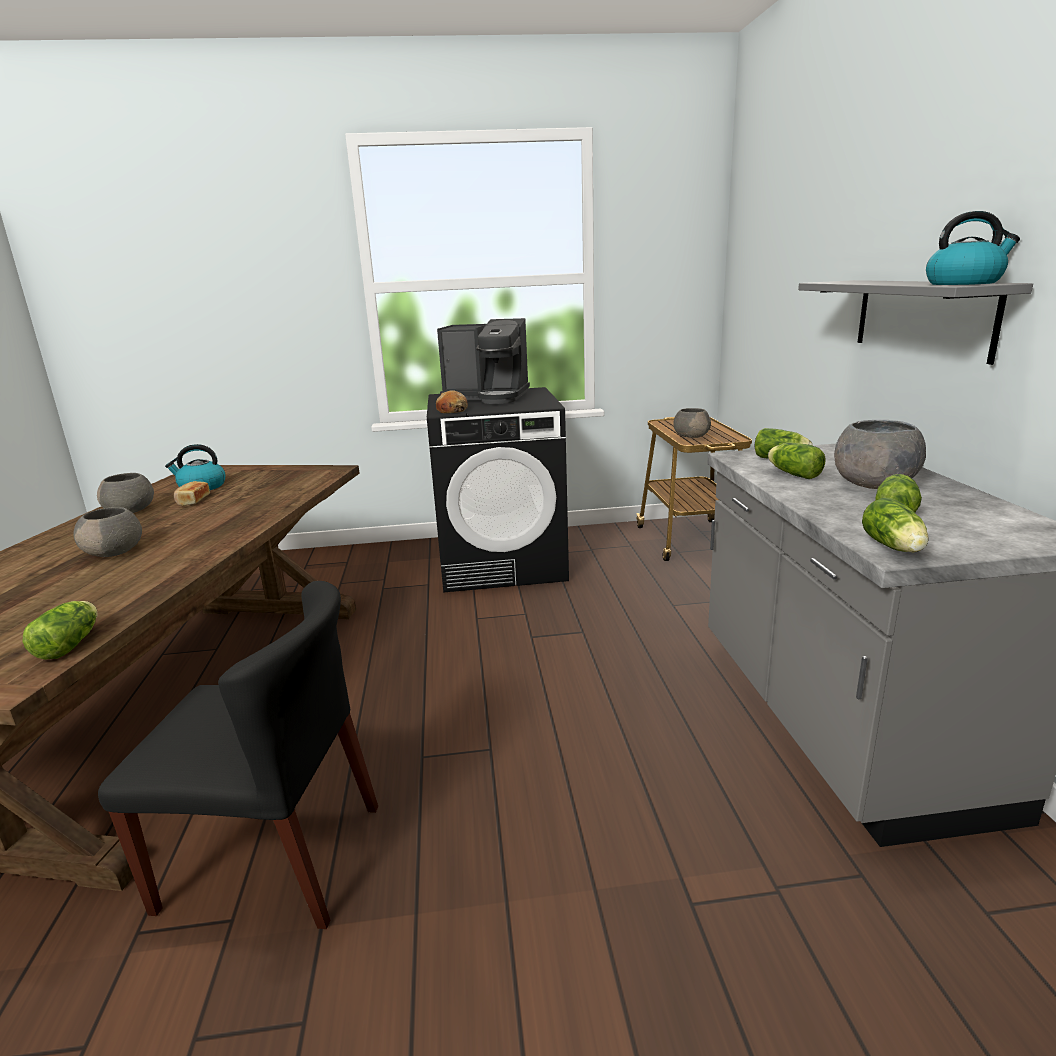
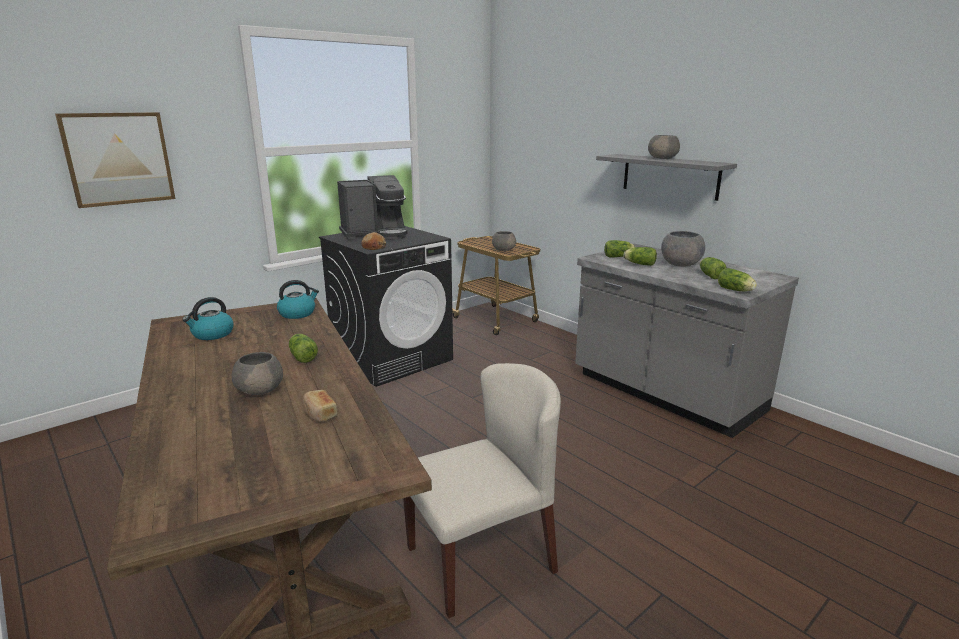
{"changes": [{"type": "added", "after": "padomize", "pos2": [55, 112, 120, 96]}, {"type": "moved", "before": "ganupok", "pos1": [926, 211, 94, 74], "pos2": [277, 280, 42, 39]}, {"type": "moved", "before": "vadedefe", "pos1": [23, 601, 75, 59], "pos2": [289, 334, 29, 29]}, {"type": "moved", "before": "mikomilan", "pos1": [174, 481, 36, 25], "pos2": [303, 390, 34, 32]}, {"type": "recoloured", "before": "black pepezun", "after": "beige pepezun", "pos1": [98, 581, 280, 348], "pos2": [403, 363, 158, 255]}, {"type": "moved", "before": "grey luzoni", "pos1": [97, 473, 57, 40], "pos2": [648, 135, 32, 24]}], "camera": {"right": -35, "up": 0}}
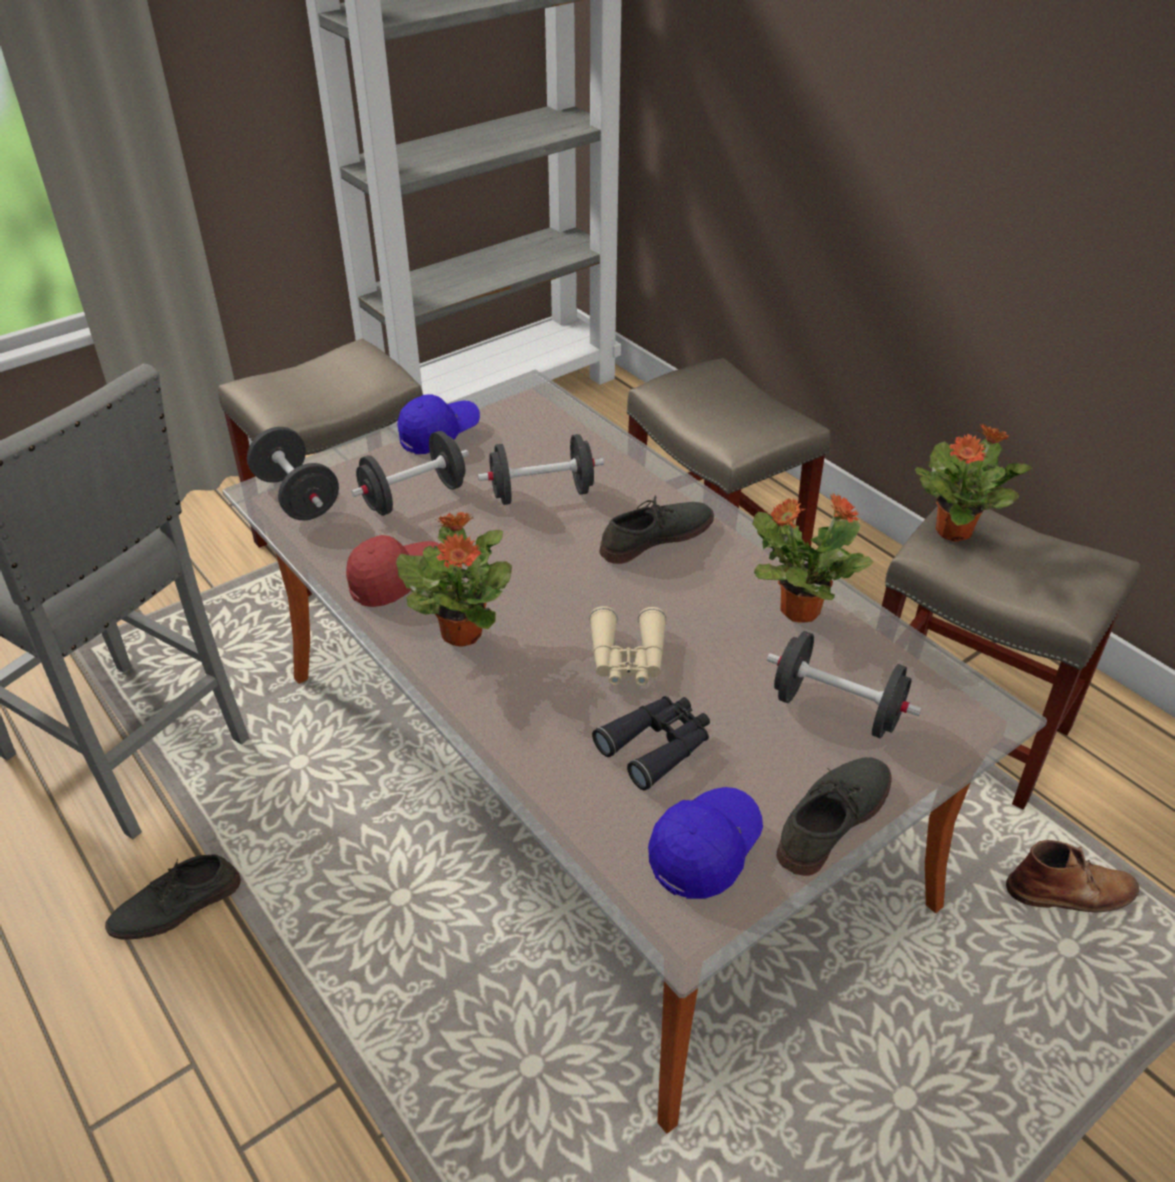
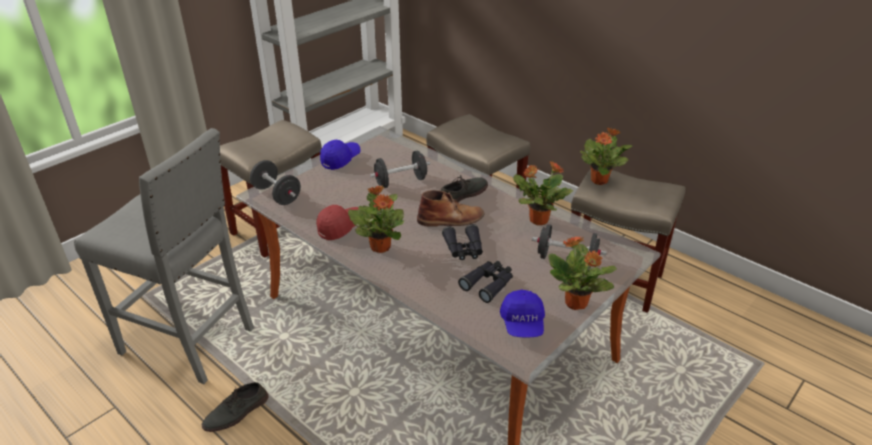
{"changes": [{"type": "moved", "before": "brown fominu", "pos1": [1006, 840, 133, 72], "pos2": [417, 190, 68, 37]}, {"type": "recoloured", "before": "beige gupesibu", "after": "black gupesibu", "pos1": [589, 606, 77, 80], "pos2": [442, 224, 41, 36]}, {"type": "turned", "before": "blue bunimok", "pos1": [648, 787, 115, 112], "pos2": [500, 289, 45, 48], "turn": 150}, {"type": "replaced", "before": "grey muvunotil", "after": "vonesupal", "pos1": [777, 757, 115, 119], "pos2": [548, 237, 69, 73]}, {"type": "removed", "before": "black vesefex", "pos1": [351, 431, 118, 85]}], "camera": {"right": -10, "up": -5}}
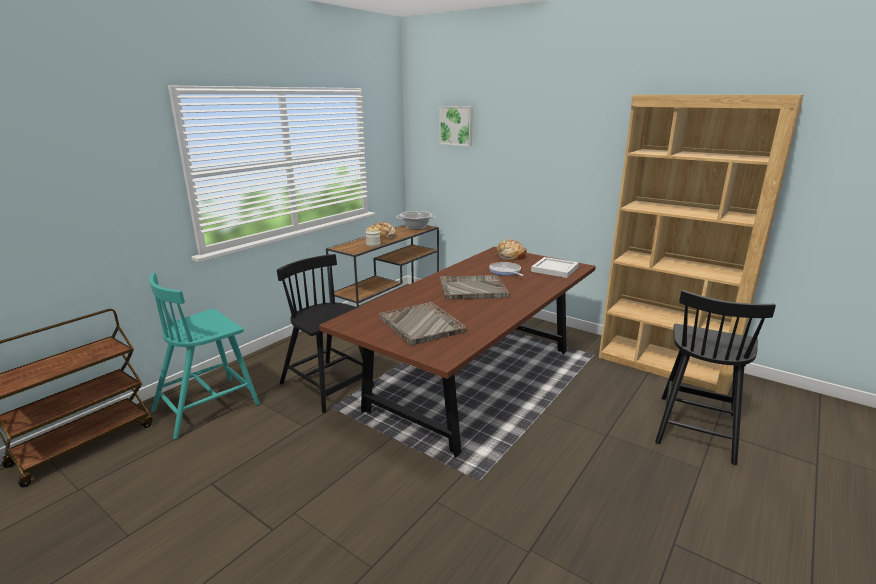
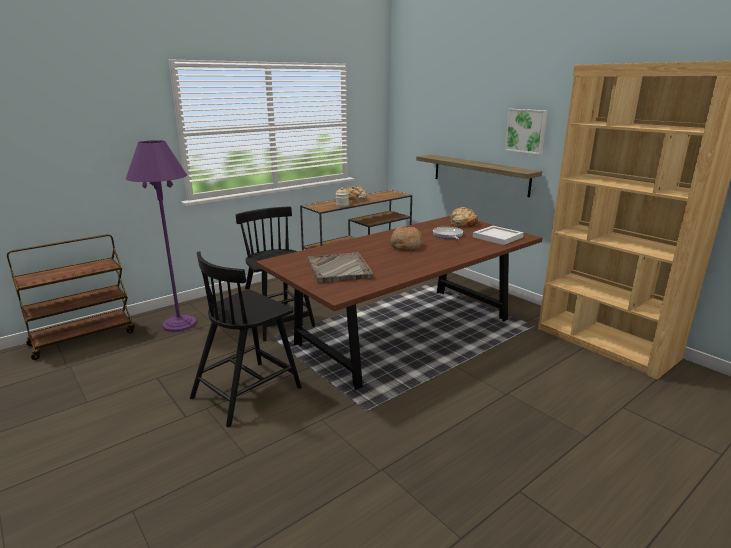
{"changes": [{"type": "replaced", "before": "turquoise pepezun", "after": "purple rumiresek", "pos1": [149, 273, 111, 166], "pos2": [126, 140, 70, 192]}, {"type": "moved", "before": "black pepezun", "pos1": [655, 290, 121, 175], "pos2": [190, 251, 111, 176]}, {"type": "replaced", "before": "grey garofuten", "after": "mikomilan", "pos1": [440, 275, 69, 25], "pos2": [390, 226, 32, 25]}, {"type": "added", "after": "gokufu", "pos2": [416, 155, 126, 42]}, {"type": "moved", "before": "padomize", "pos1": [439, 106, 34, 40], "pos2": [505, 109, 43, 45]}, {"type": "removed", "before": "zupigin", "pos1": [396, 211, 40, 19]}], "camera": {"right": 15, "up": 0}}
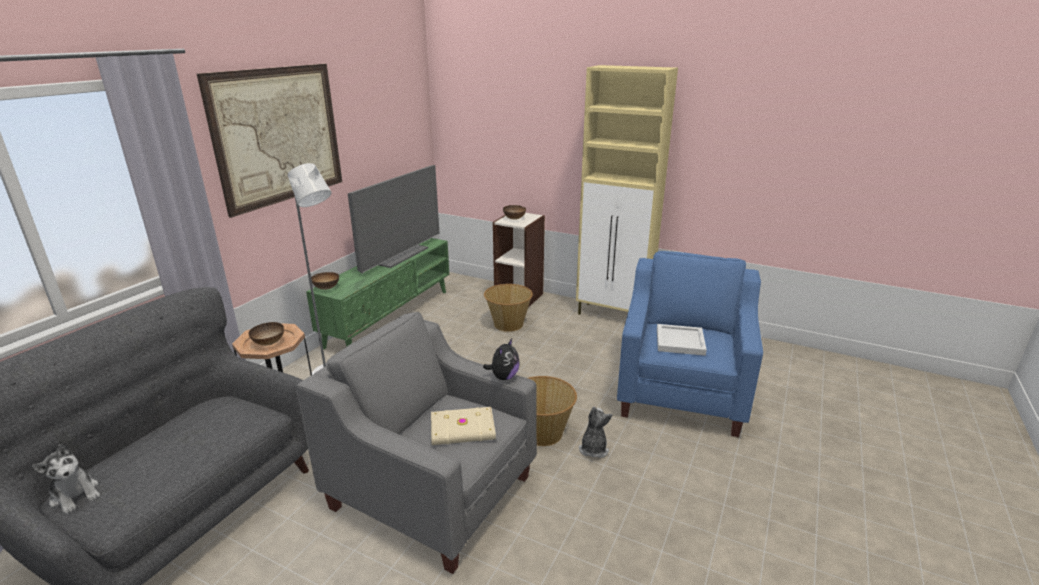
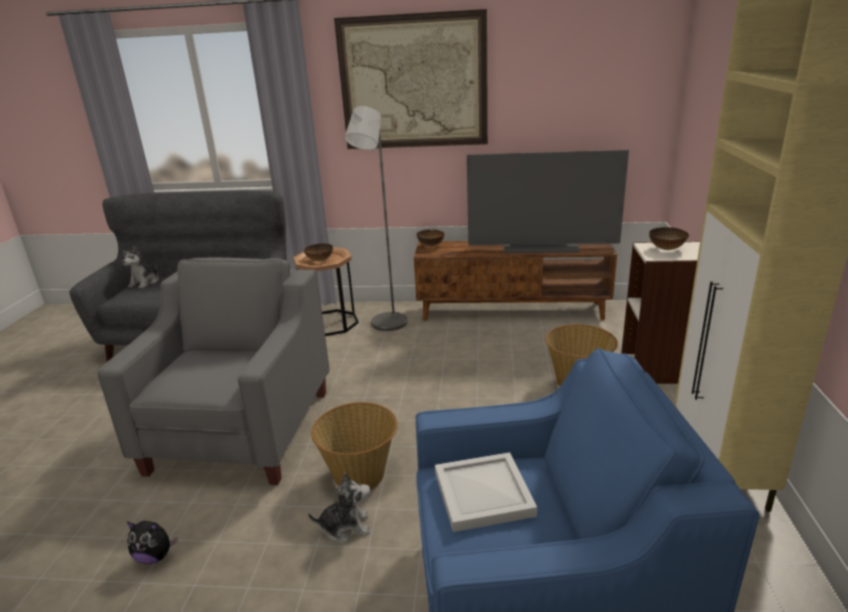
{"changes": [{"type": "moved", "before": "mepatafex", "pos1": [483, 339, 36, 41], "pos2": [126, 521, 51, 43]}, {"type": "recoloured", "before": "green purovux", "after": "brown purovux", "pos1": [306, 238, 143, 111], "pos2": [414, 241, 203, 80]}, {"type": "removed", "before": "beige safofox", "pos1": [431, 407, 65, 38]}], "camera": {"right": 70, "up": 0}}
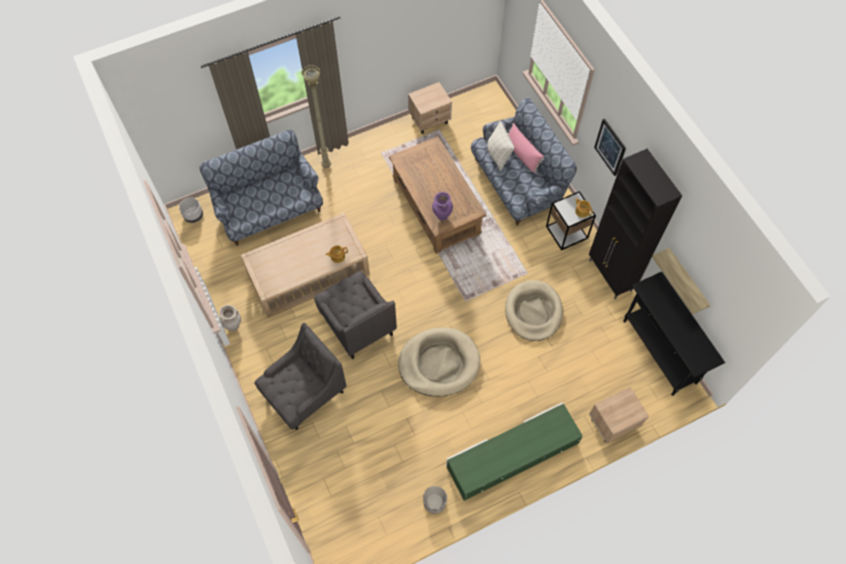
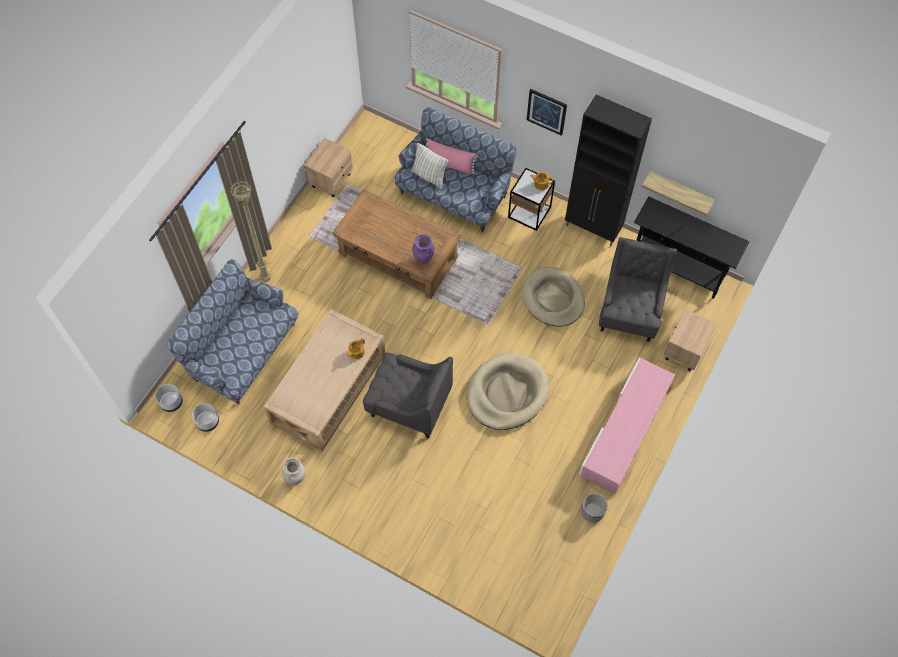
{"changes": [{"type": "added", "after": "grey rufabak", "pos2": [192, 403, 27, 29]}, {"type": "recoloured", "before": "green purovux", "after": "pink purovux", "pos1": [446, 402, 137, 99], "pos2": [579, 357, 96, 137]}, {"type": "moved", "before": "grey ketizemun", "pos1": [254, 323, 93, 107], "pos2": [599, 237, 78, 105]}], "camera": {"right": -35, "up": 0}}
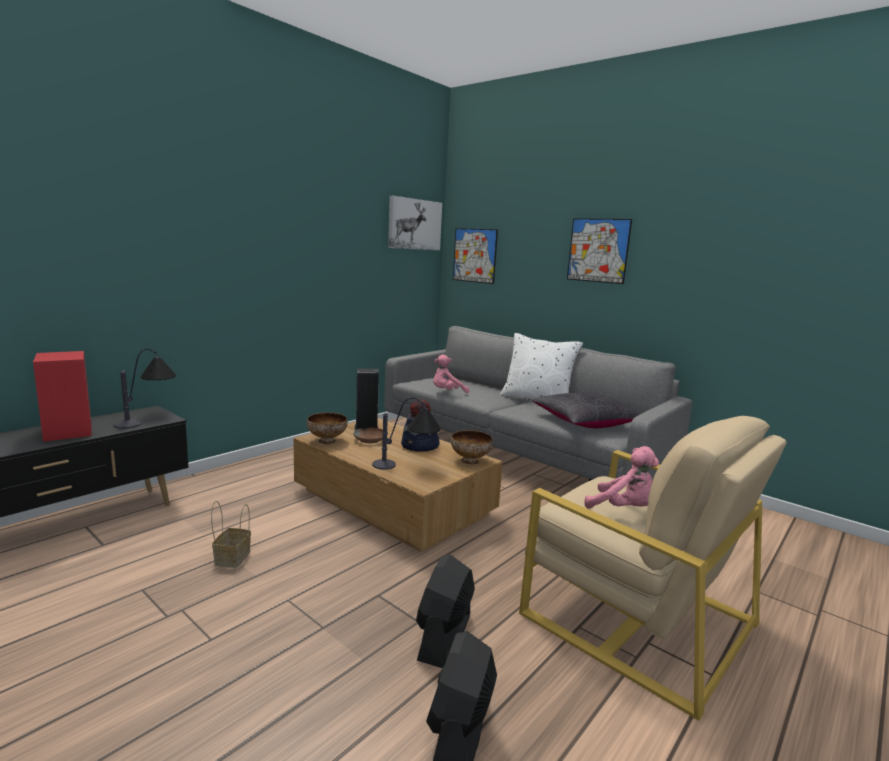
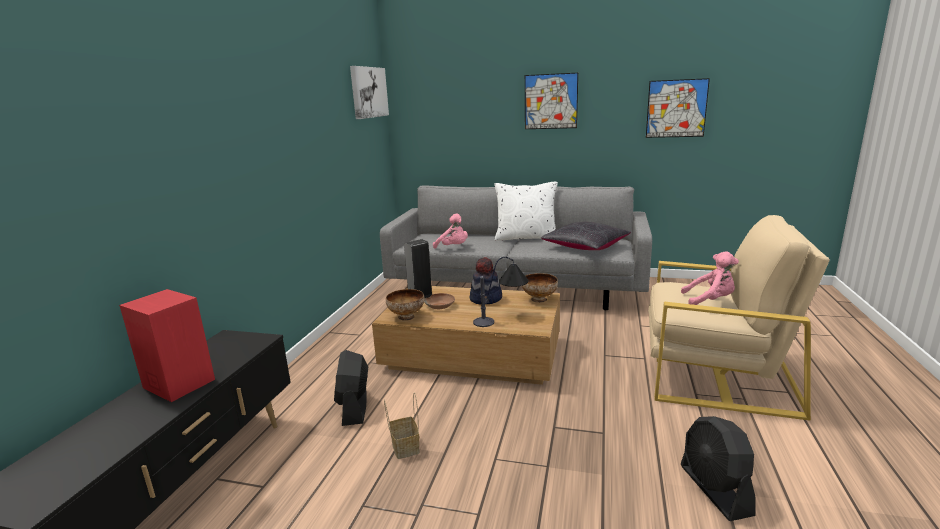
{"changes": [{"type": "moved", "before": "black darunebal", "pos1": [416, 555, 59, 113], "pos2": [334, 350, 34, 76]}, {"type": "turned", "before": "pink mepatafex", "pos1": [433, 354, 36, 39], "pos2": [433, 214, 35, 35], "turn": -90}, {"type": "moved", "before": "padomize", "pos1": [453, 228, 45, 56], "pos2": [646, 78, 64, 60]}, {"type": "removed", "before": "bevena", "pos1": [114, 349, 62, 80]}], "camera": {"right": -25, "up": 5}}
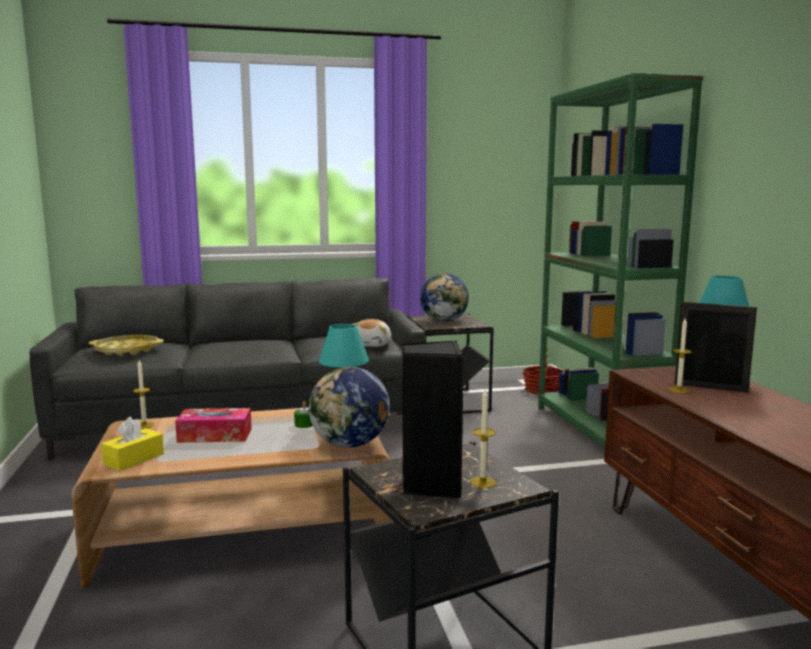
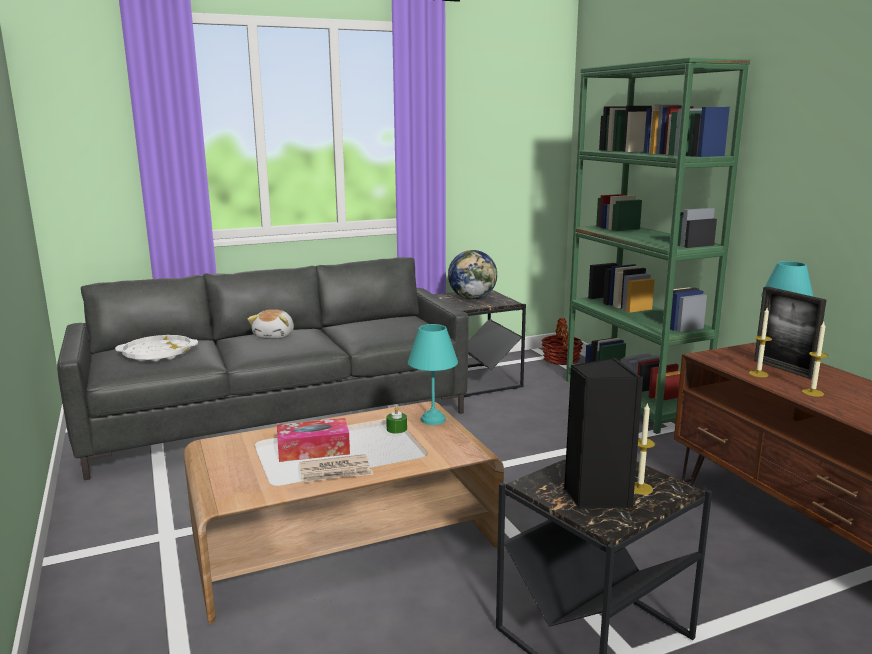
{"changes": [{"type": "recoloured", "before": "yellow garofuten", "after": "white garofuten", "pos1": [89, 335, 75, 21], "pos2": [115, 335, 83, 27]}, {"type": "moved", "before": "mepatafex", "pos1": [353, 319, 38, 28], "pos2": [247, 309, 47, 30]}, {"type": "added", "after": "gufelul", "pos2": [299, 454, 74, 28]}, {"type": "turned", "before": "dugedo", "pos1": [674, 302, 83, 91], "pos2": [754, 286, 72, 93], "turn": -135}, {"type": "moved", "before": "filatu", "pos1": [133, 360, 21, 69], "pos2": [802, 322, 26, 75]}, {"type": "removed", "before": "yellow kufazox", "pos1": [101, 417, 63, 54]}, {"type": "removed", "before": "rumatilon", "pos1": [309, 367, 81, 81]}], "camera": {"right": -10, "up": 5}}
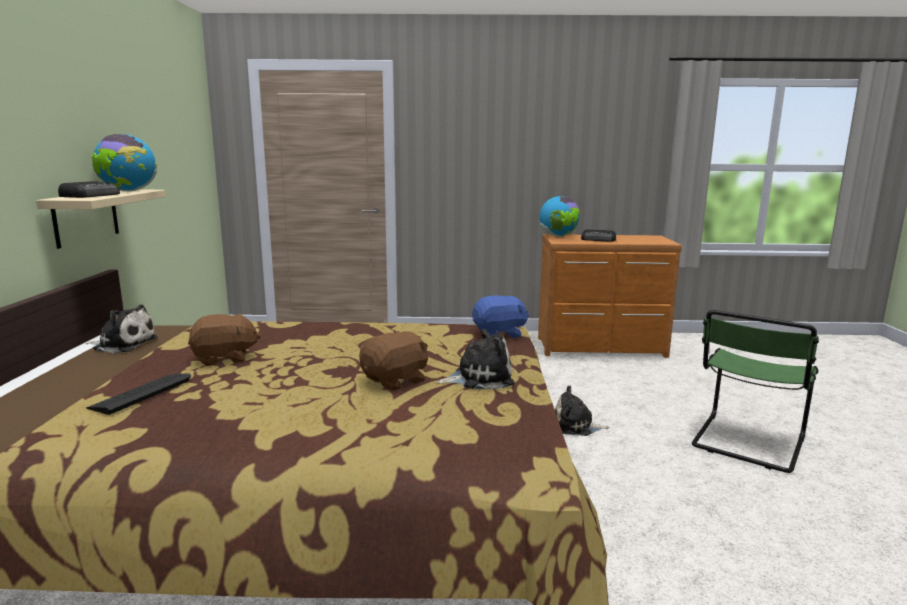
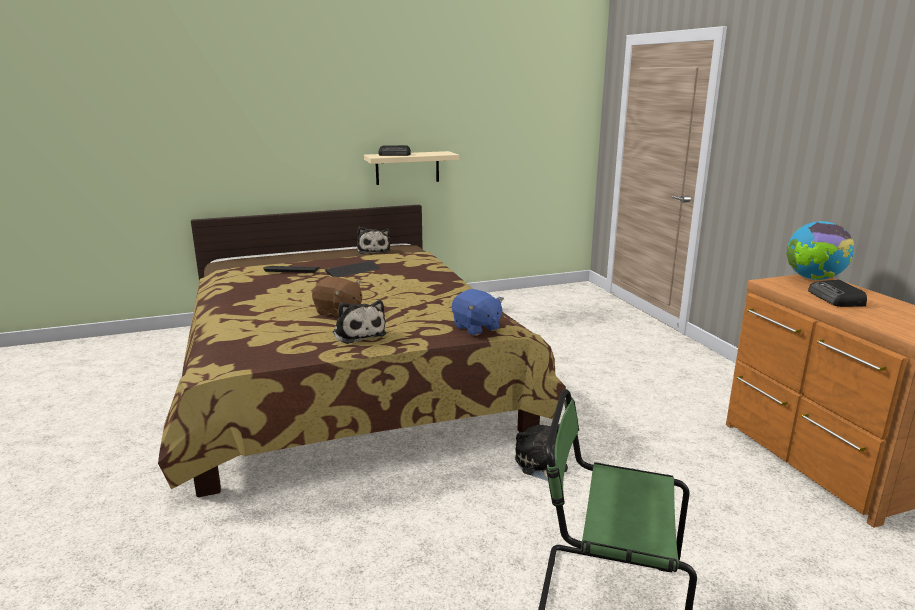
{"changes": [{"type": "replaced", "before": "brown mepatafex", "after": "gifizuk", "pos1": [188, 314, 73, 52], "pos2": [325, 261, 55, 16]}, {"type": "removed", "before": "rumatilon", "pos1": [92, 134, 65, 58]}], "camera": {"right": 70, "up": 5}}
